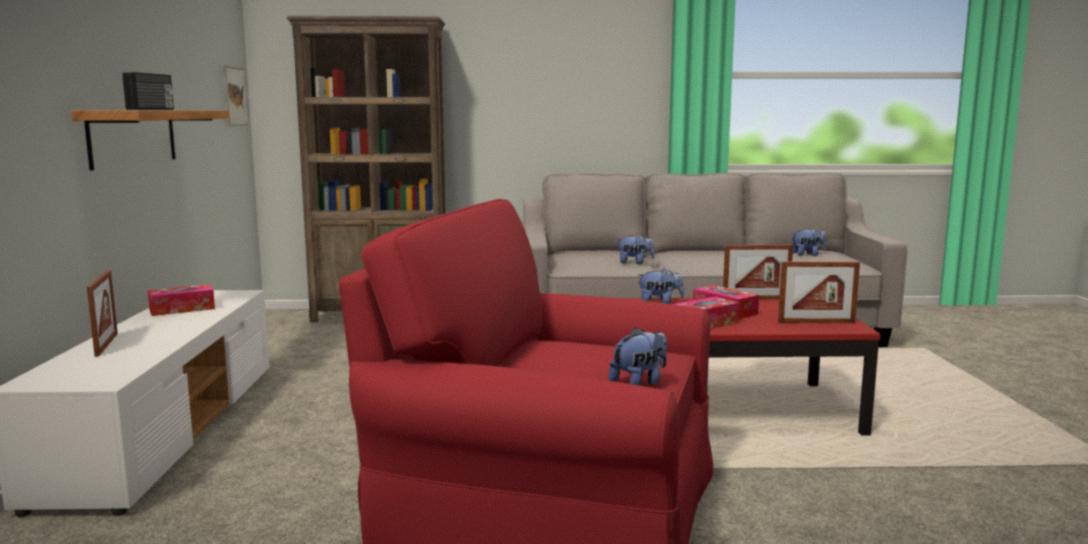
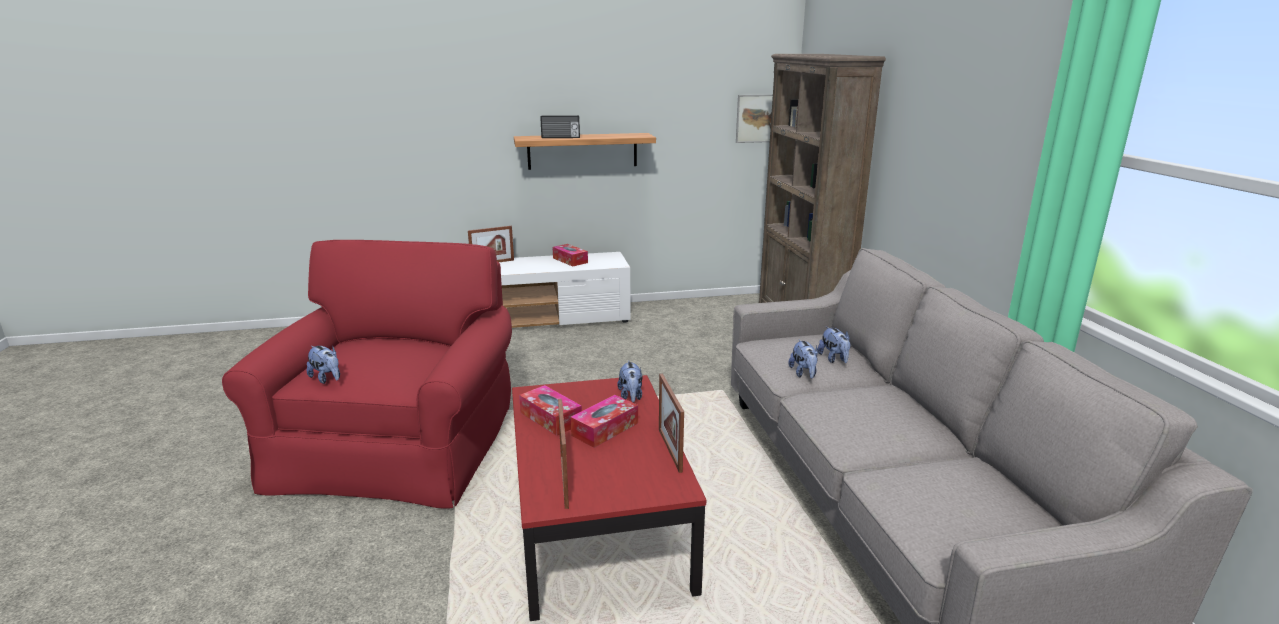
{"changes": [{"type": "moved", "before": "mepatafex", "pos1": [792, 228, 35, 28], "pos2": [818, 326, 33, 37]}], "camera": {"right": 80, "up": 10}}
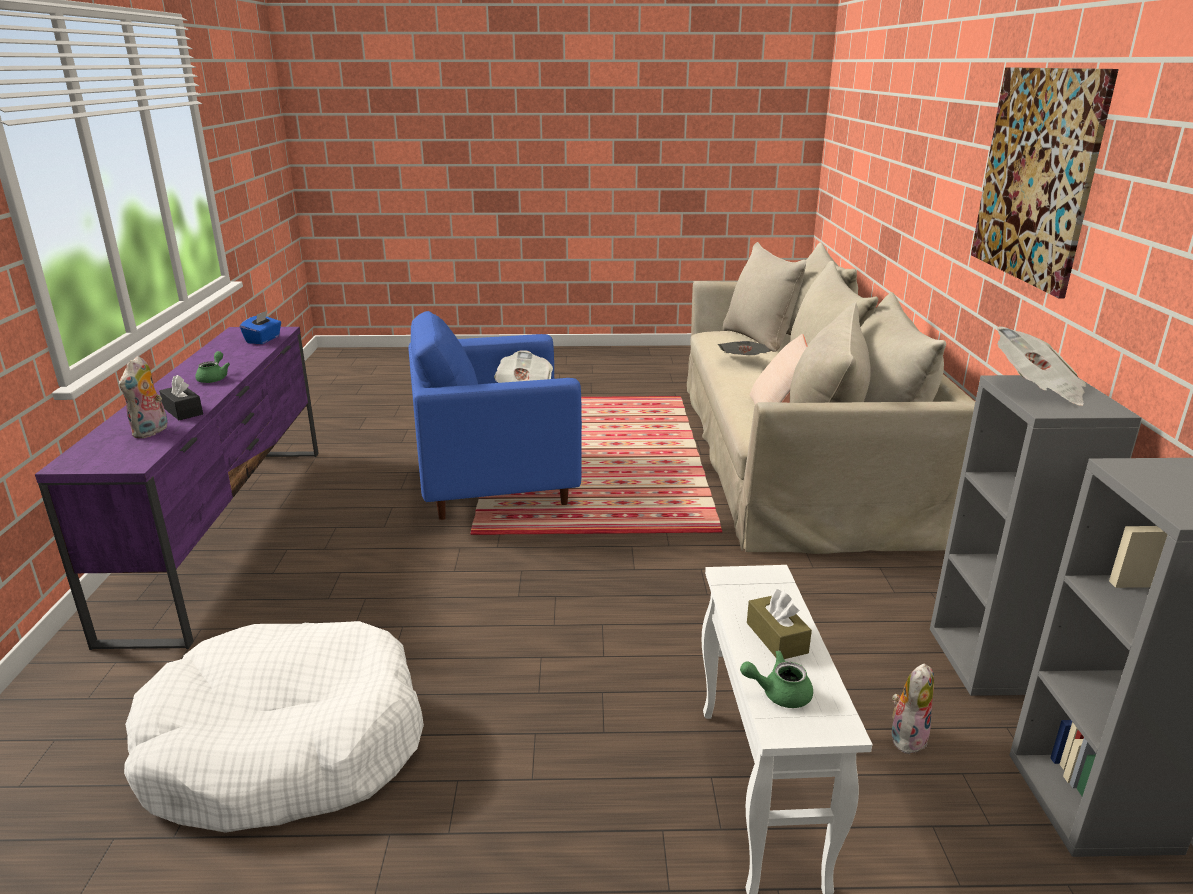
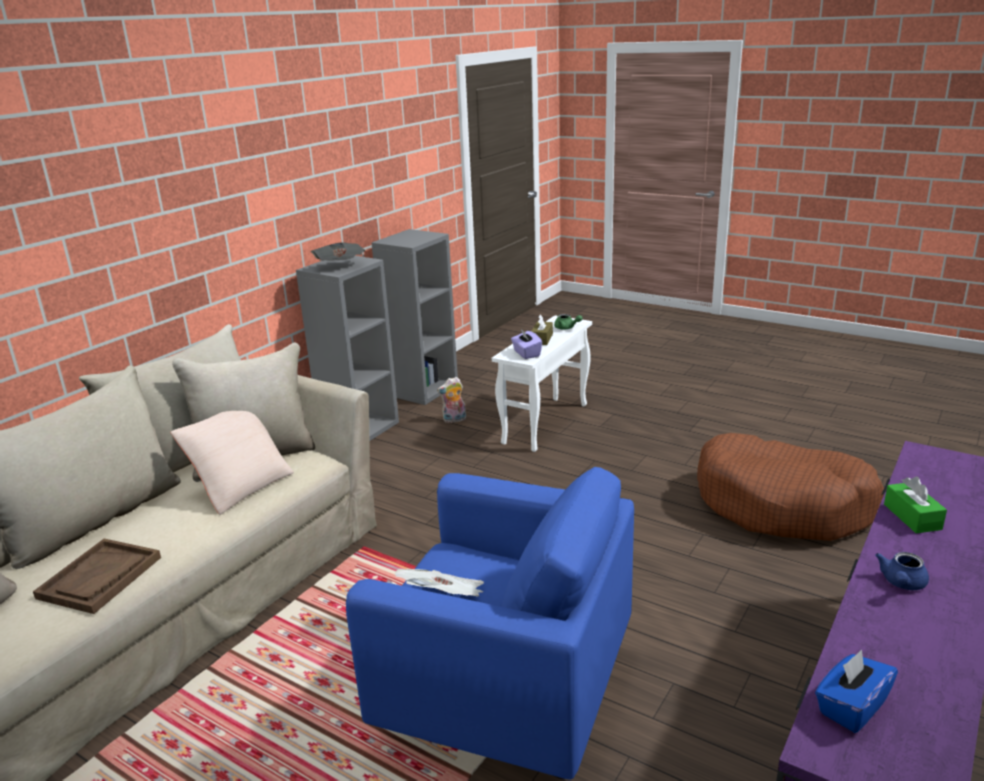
{"changes": [{"type": "replaced", "before": "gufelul", "after": "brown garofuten", "pos1": [717, 341, 54, 14], "pos2": [33, 538, 128, 76]}, {"type": "added", "after": "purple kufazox", "pos2": [511, 329, 31, 30]}, {"type": "recoloured", "before": "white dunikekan", "after": "brown dunikekan", "pos1": [124, 621, 300, 212], "pos2": [697, 433, 187, 108]}, {"type": "recoloured", "before": "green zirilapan", "after": "blue zirilapan", "pos1": [195, 351, 35, 32], "pos2": [875, 552, 54, 38]}, {"type": "recoloured", "before": "black kufazox", "after": "green kufazox", "pos1": [159, 375, 44, 45], "pos2": [884, 476, 63, 57]}, {"type": "removed", "before": "mepatafex", "pos1": [119, 356, 49, 82]}, {"type": "removed", "before": "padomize", "pos1": [971, 67, 148, 232]}], "camera": {"right": -145, "up": 0}}
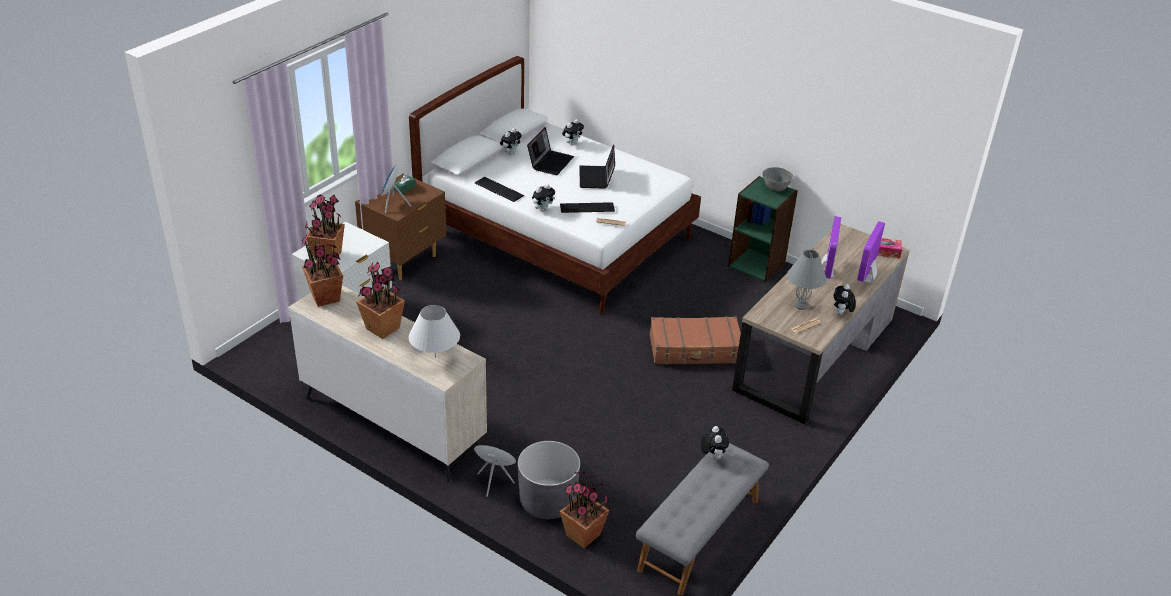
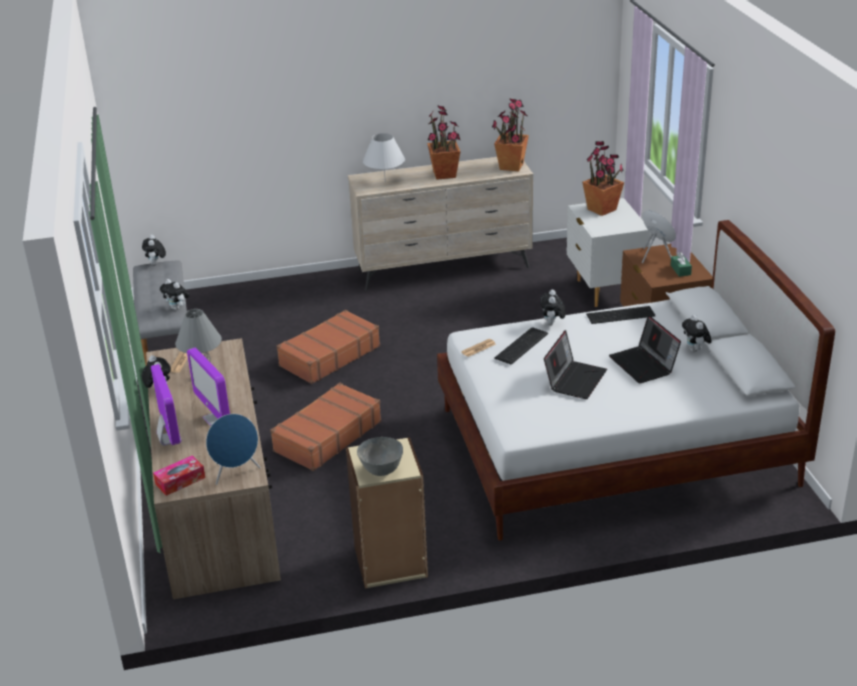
{"changes": [{"type": "moved", "before": "mepatafex", "pos1": [562, 119, 22, 27], "pos2": [142, 234, 24, 31]}, {"type": "moved", "before": "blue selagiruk", "pos1": [474, 445, 42, 52], "pos2": [206, 414, 55, 71]}, {"type": "added", "after": "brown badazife", "pos2": [277, 310, 103, 74]}, {"type": "recoloured", "before": "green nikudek", "after": "beige nikudek", "pos1": [728, 176, 70, 106], "pos2": [346, 437, 82, 152]}, {"type": "turned", "before": "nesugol", "pos1": [579, 144, 36, 45], "pos2": [544, 330, 63, 69], "turn": 75}, {"type": "removed", "before": "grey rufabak", "pos1": [518, 441, 62, 78]}, {"type": "removed", "before": "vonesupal", "pos1": [560, 472, 49, 76]}], "camera": {"right": 135, "up": -5}}
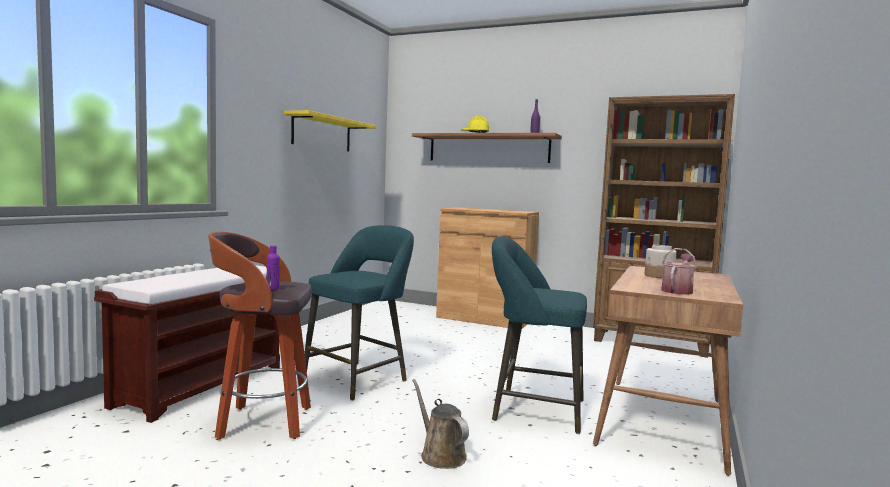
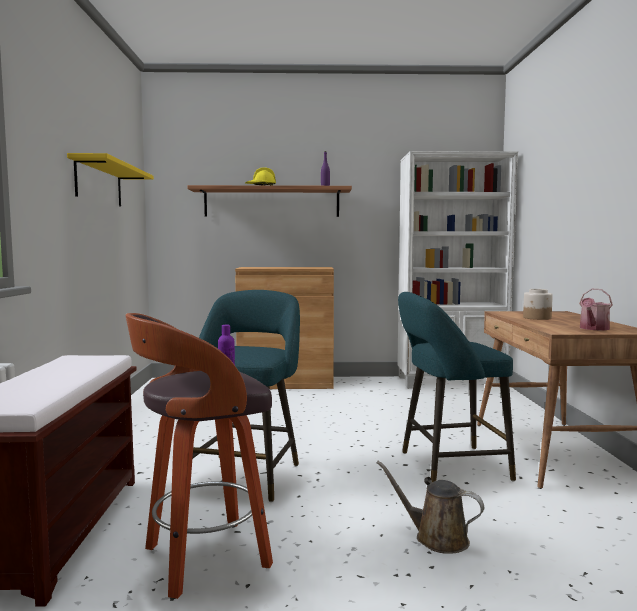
{"changes": [{"type": "recoloured", "before": "brown nikudek", "after": "white nikudek", "pos1": [593, 94, 142, 264], "pos2": [397, 151, 121, 238]}, {"type": "turned", "before": "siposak", "pos1": [661, 248, 36, 47], "pos2": [579, 289, 34, 41], "turn": -150}], "camera": {"right": -25, "up": 0}}
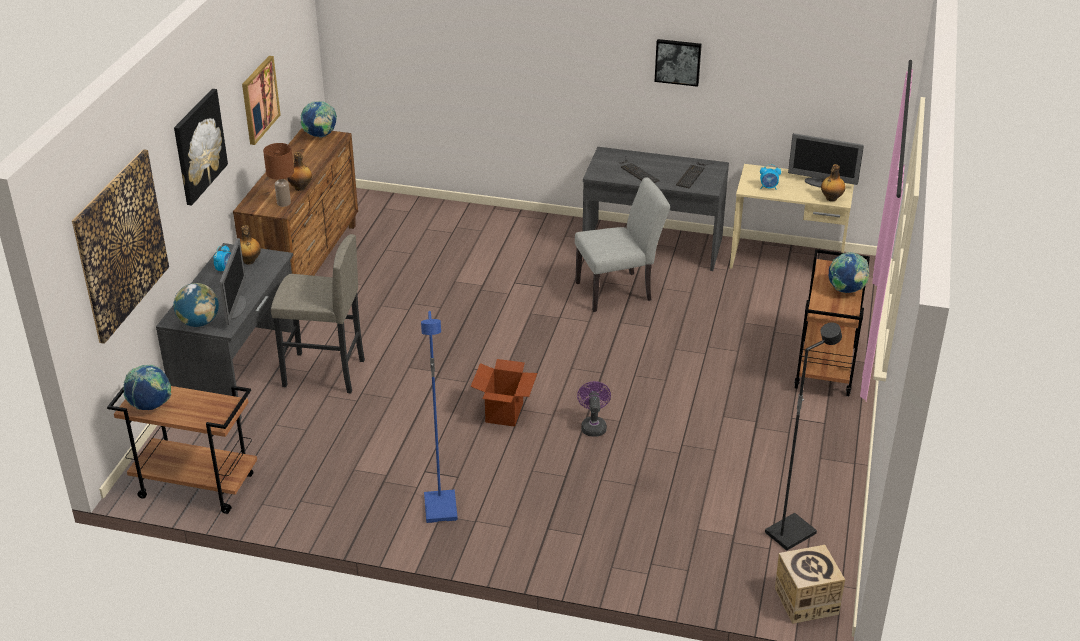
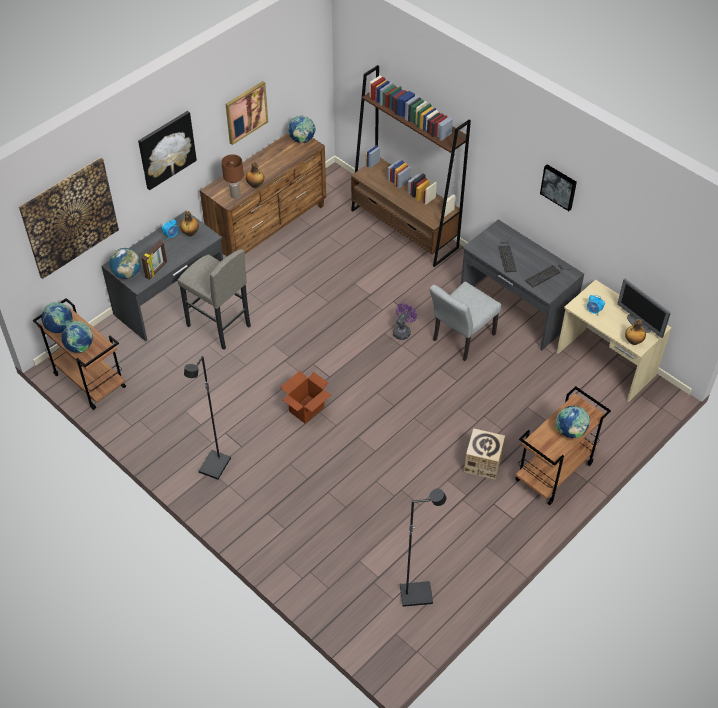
{"changes": [{"type": "added", "after": "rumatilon", "pos2": [61, 321, 32, 32]}, {"type": "replaced", "before": "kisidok", "after": "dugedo", "pos1": [219, 238, 27, 87], "pos2": [141, 240, 26, 40]}, {"type": "recoloured", "before": "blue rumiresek", "after": "black rumiresek", "pos1": [421, 311, 37, 212], "pos2": [184, 356, 47, 124]}, {"type": "added", "after": "brown nikudek", "pos2": [351, 65, 120, 202]}, {"type": "moved", "before": "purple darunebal", "pos1": [577, 381, 34, 56], "pos2": [393, 303, 24, 37]}, {"type": "turned", "before": "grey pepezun", "pos1": [575, 177, 95, 135], "pos2": [429, 282, 72, 79], "turn": 120}, {"type": "moved", "before": "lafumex", "pos1": [775, 545, 70, 79], "pos2": [464, 428, 41, 52]}], "camera": {"right": 30, "up": 15}}
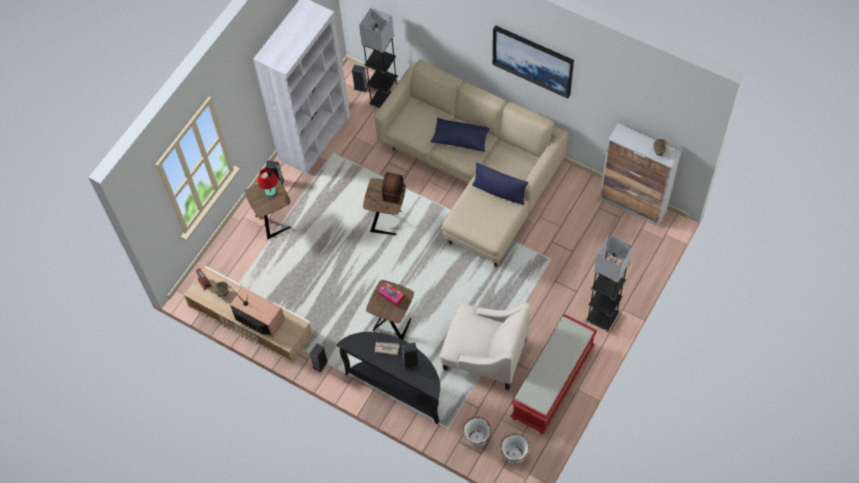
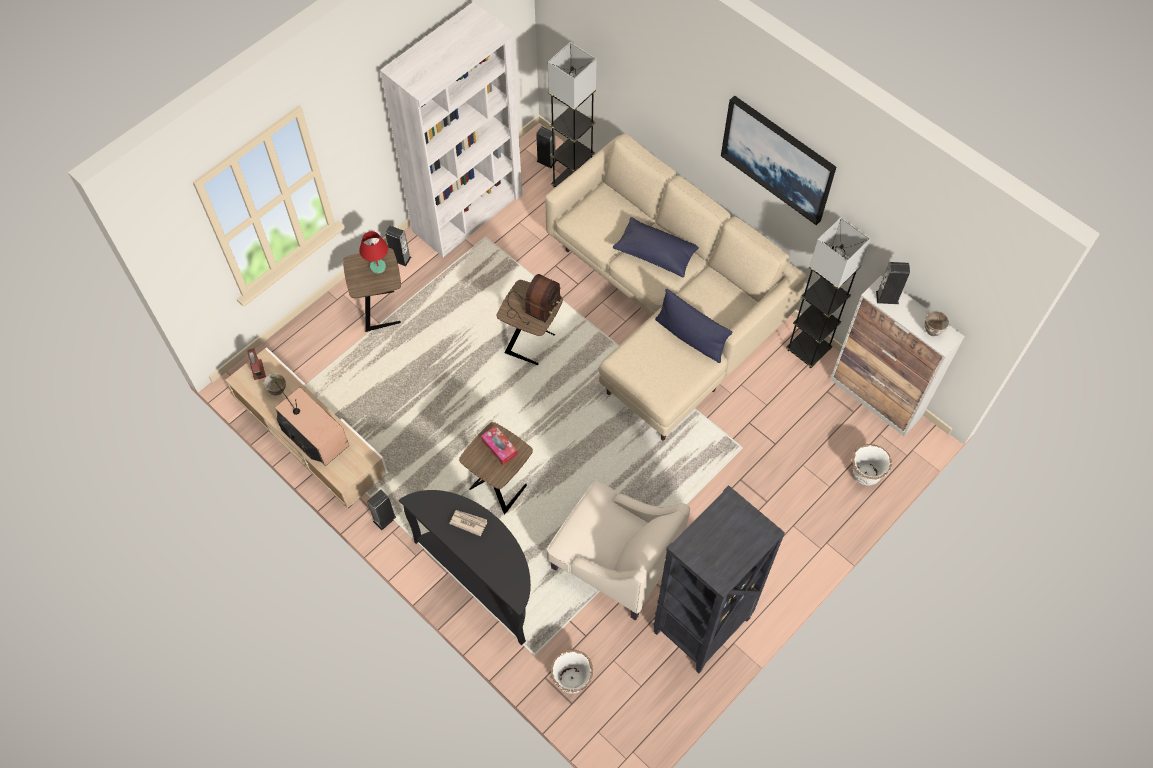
{"changes": [{"type": "replaced", "before": "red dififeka", "after": "black nikudek", "pos1": [511, 314, 87, 120], "pos2": [653, 485, 132, 188]}, {"type": "moved", "before": "grey rumiresek", "pos1": [586, 234, 47, 98], "pos2": [786, 217, 85, 151]}, {"type": "moved", "before": "white rufabak", "pos1": [500, 434, 30, 30], "pos2": [852, 444, 40, 42]}, {"type": "moved", "before": "selagiruk", "pos1": [402, 342, 18, 27], "pos2": [876, 262, 34, 42]}], "camera": {"right": 10, "up": 0}}
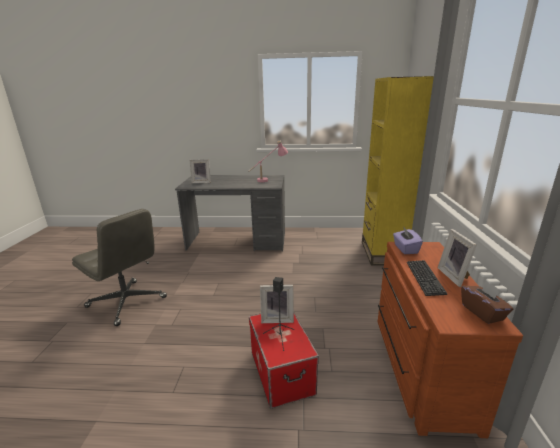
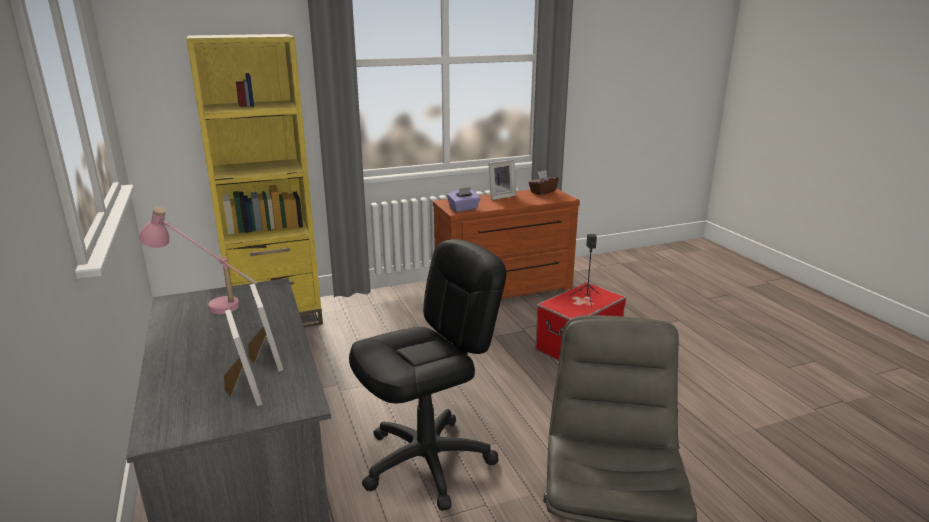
{"changes": [{"type": "moved", "before": "dugedo", "pos1": [260, 285, 34, 38], "pos2": [248, 284, 35, 88]}, {"type": "added", "after": "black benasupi", "pos2": [349, 239, 157, 272]}, {"type": "removed", "before": "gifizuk", "pos1": [407, 260, 40, 36]}], "camera": {"right": -115, "up": 0}}
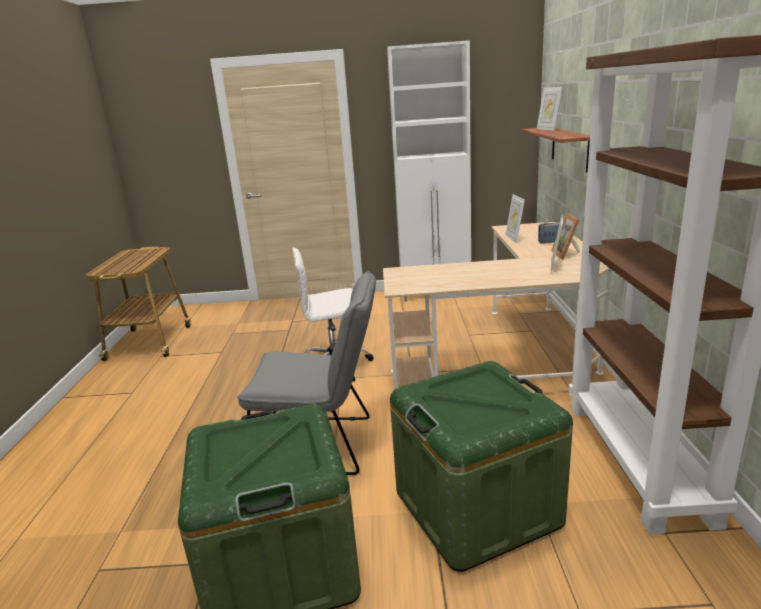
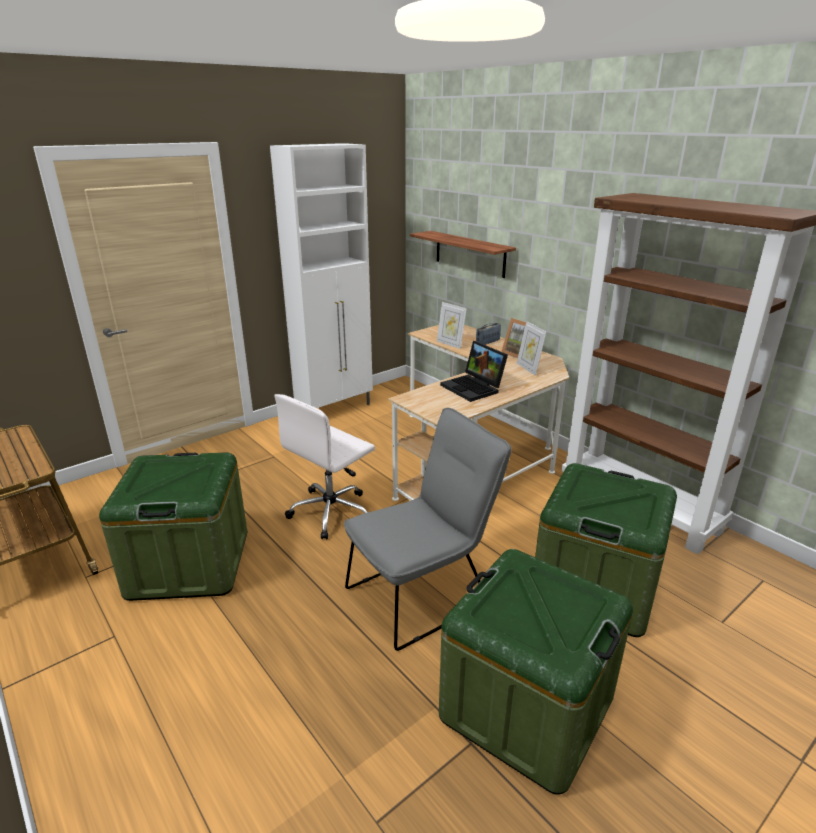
{"changes": [{"type": "added", "after": "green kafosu", "pos2": [99, 452, 148, 149]}, {"type": "added", "after": "nesugol", "pos2": [440, 341, 68, 61]}, {"type": "removed", "before": "dugedo", "pos1": [537, 87, 25, 43]}], "camera": {"right": -40, "up": 5}}
